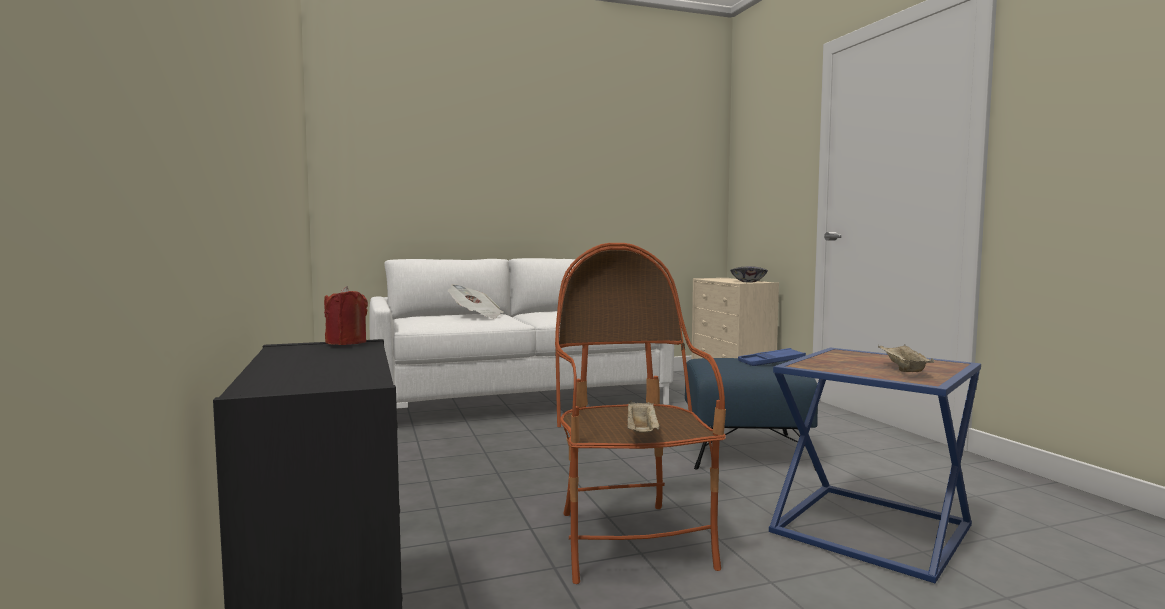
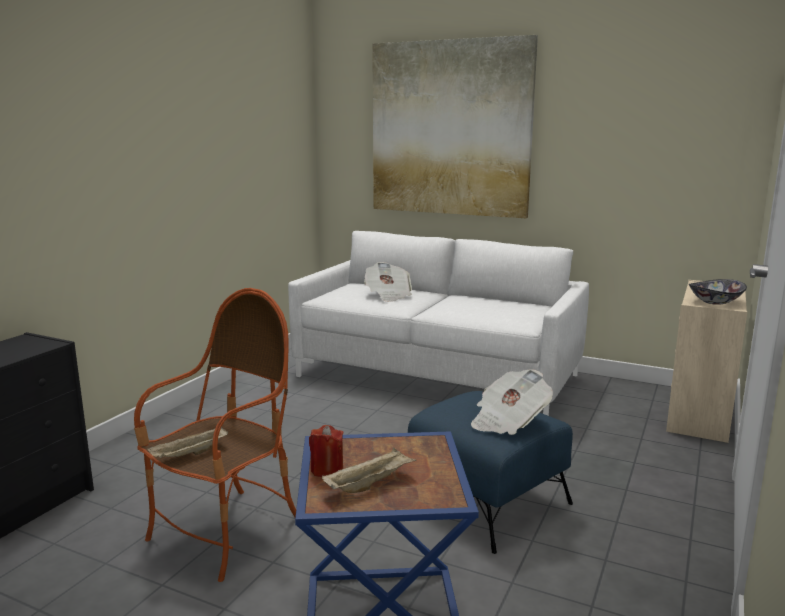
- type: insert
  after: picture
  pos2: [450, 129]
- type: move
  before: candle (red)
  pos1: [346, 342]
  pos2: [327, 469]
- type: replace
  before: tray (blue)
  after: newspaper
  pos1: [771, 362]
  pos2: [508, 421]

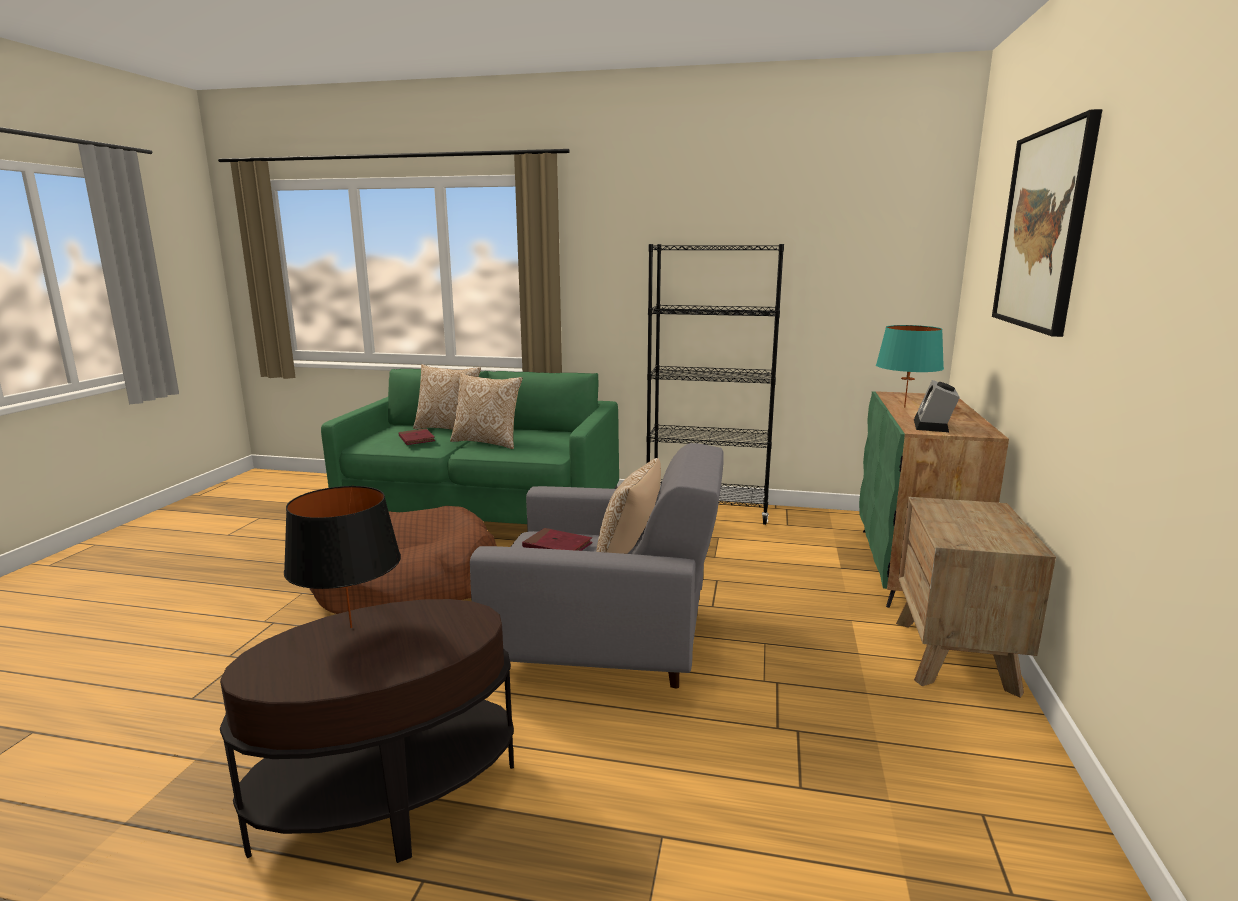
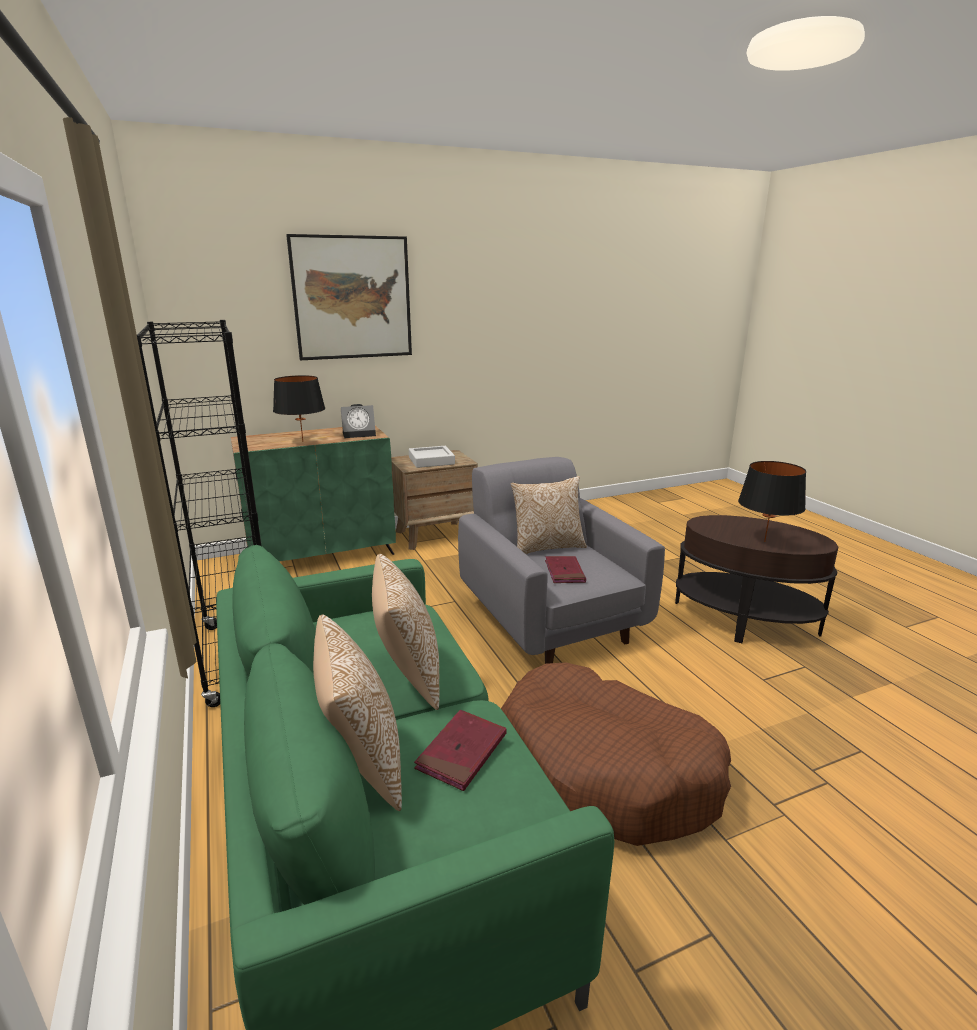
- type: insert
  after: tray (grey)
  pos2: [431, 461]
- type: recolor
  before: table lamp (turquoise)
  after: table lamp (black)
  pos1: [904, 407]
  pos2: [302, 442]

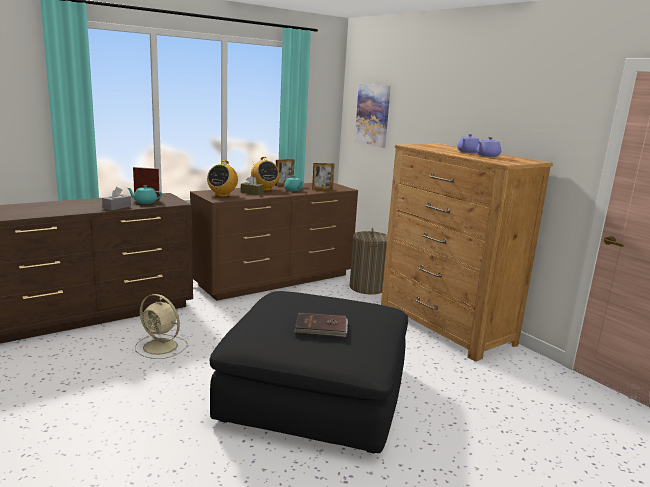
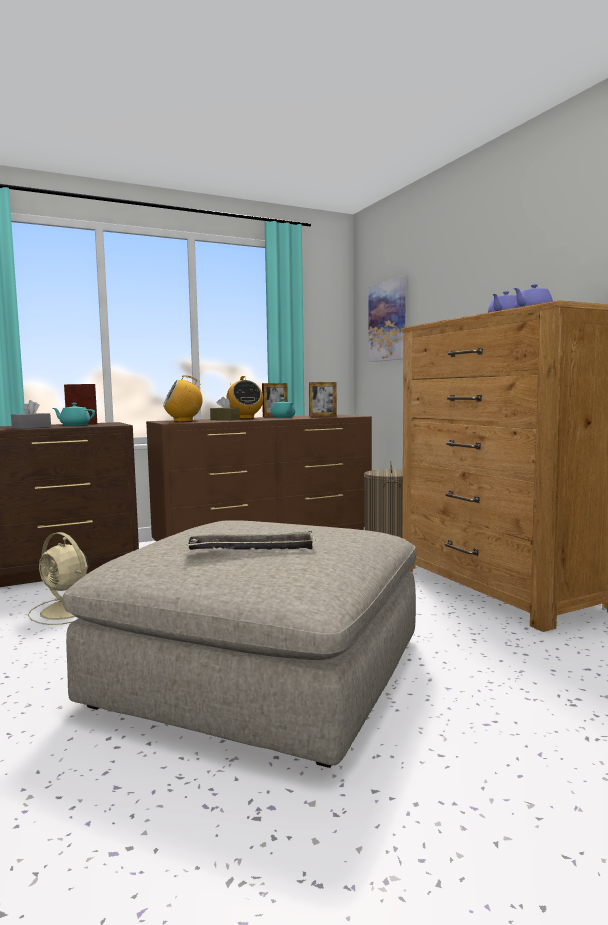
- type: replace
  before: book (brown)
  after: tray
  pos1: [321, 328]
  pos2: [252, 548]
- type: recolor
  before: ottoman (black)
  after: ottoman (beige)
  pos1: [315, 393]
  pos2: [262, 671]
- type: rotate
  before: radio
  pos1: [222, 195]
  pos2: [183, 421]
  turn: 45

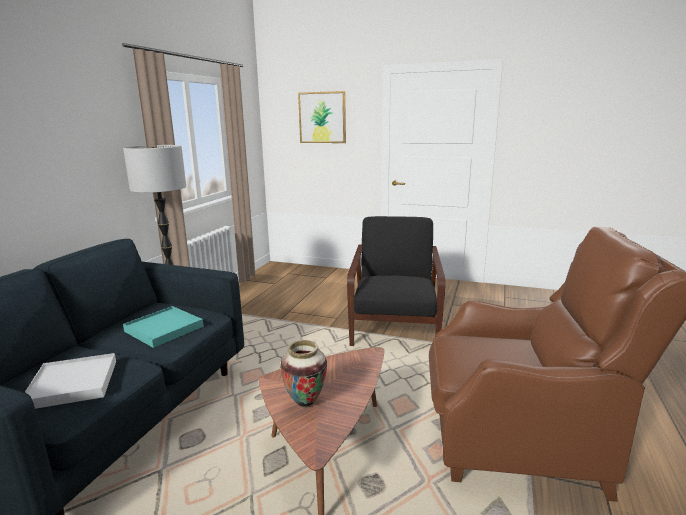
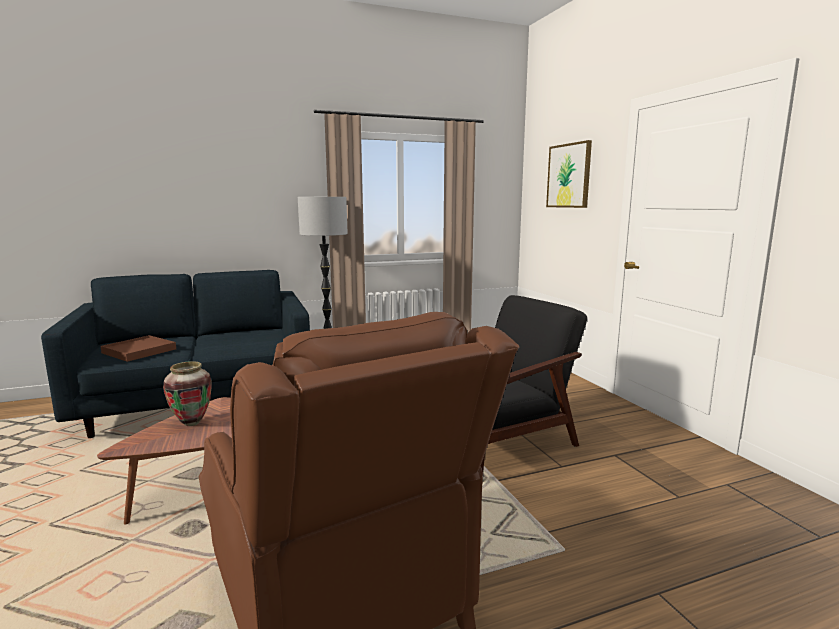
- type: delete
  before: tray (turquoise)
  pos1: [164, 329]
- type: recolor
  before: tray (white)
  after: tray (brown)
  pos1: [73, 384]
  pos2: [139, 351]

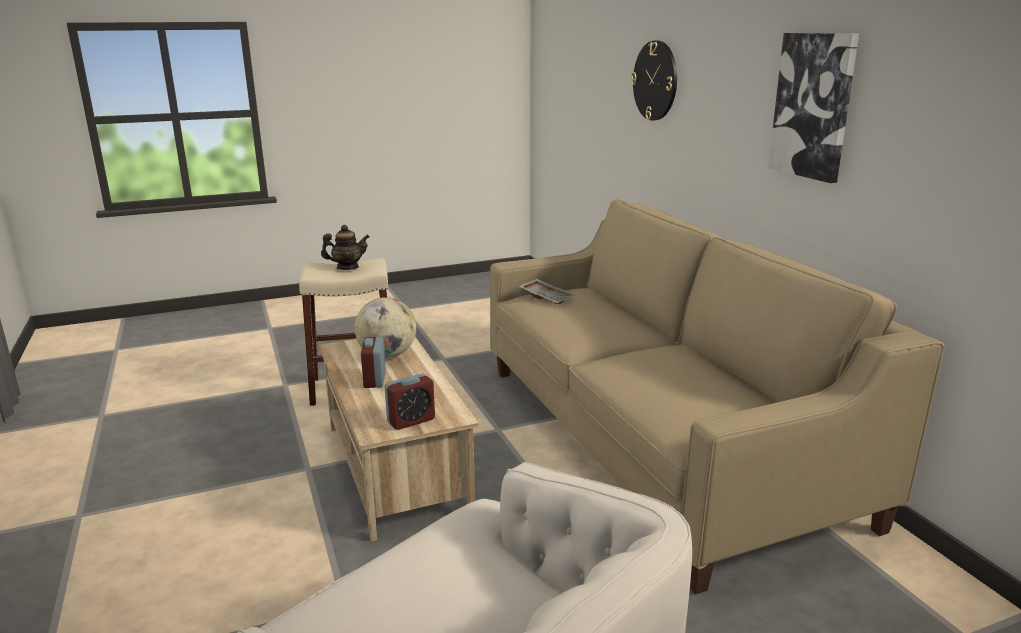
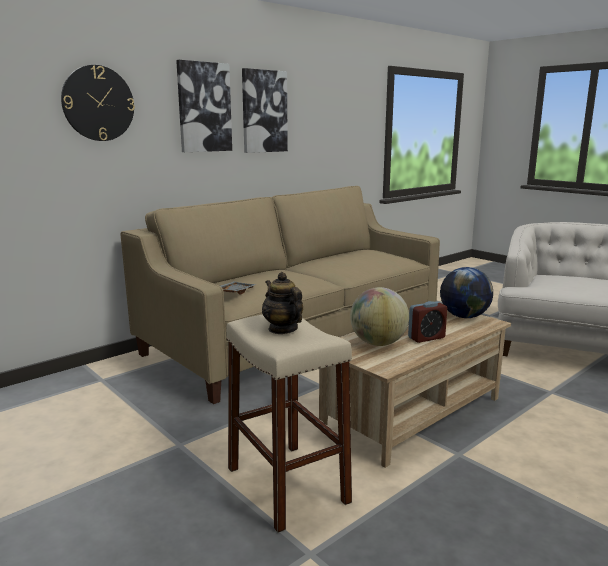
- type: insert
  after: picture
  pos2: [204, 107]
- type: replace
  before: alarm clock
  after: globe
  pos1: [411, 421]
  pos2: [464, 316]

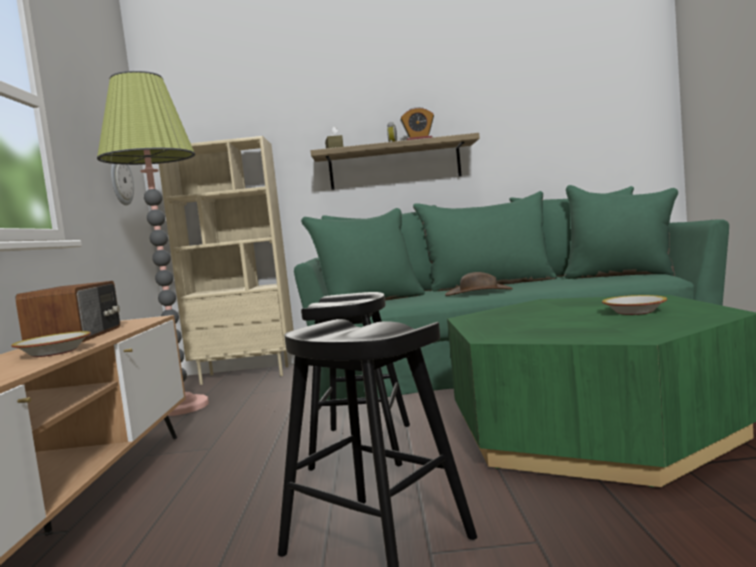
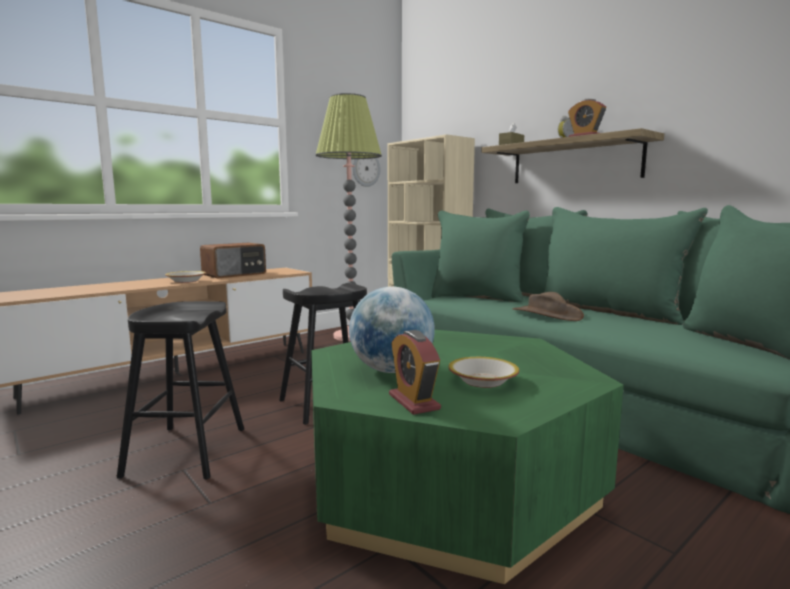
- type: insert
  after: globe
  pos2: [391, 370]
- type: insert
  after: alarm clock
  pos2: [414, 402]

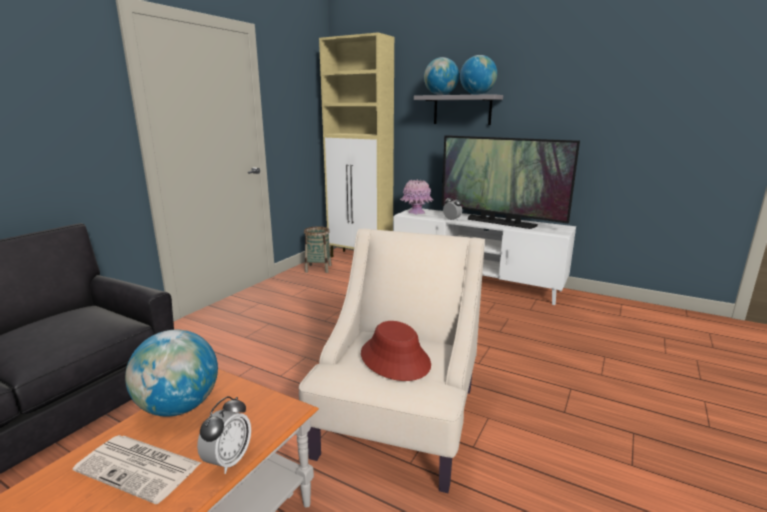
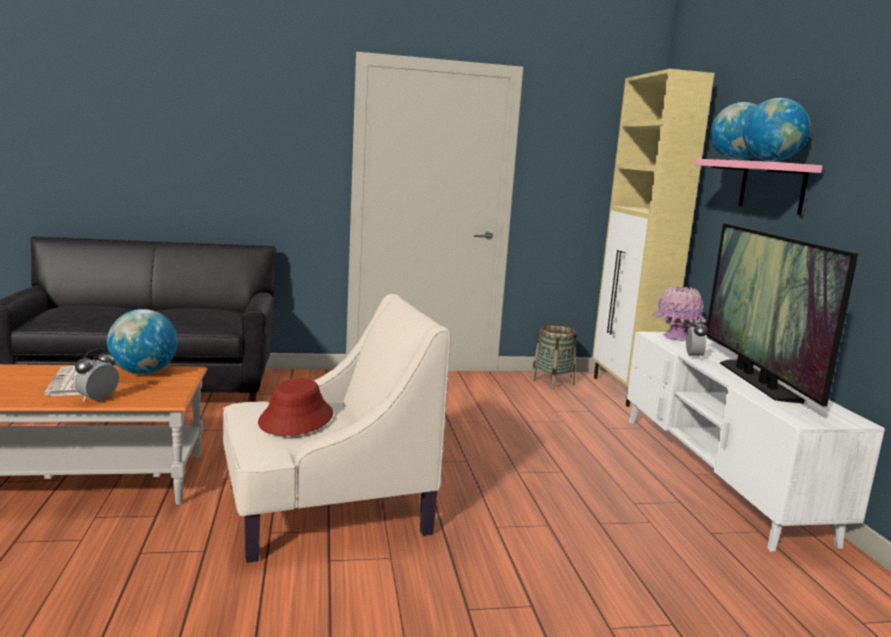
- type: recolor
  before: shelf (grey)
  after: shelf (pink)
  pos1: [462, 110]
  pos2: [772, 186]
- type: rotate
  before: alarm clock
  pos1: [228, 460]
  pos2: [97, 400]
  turn: 135

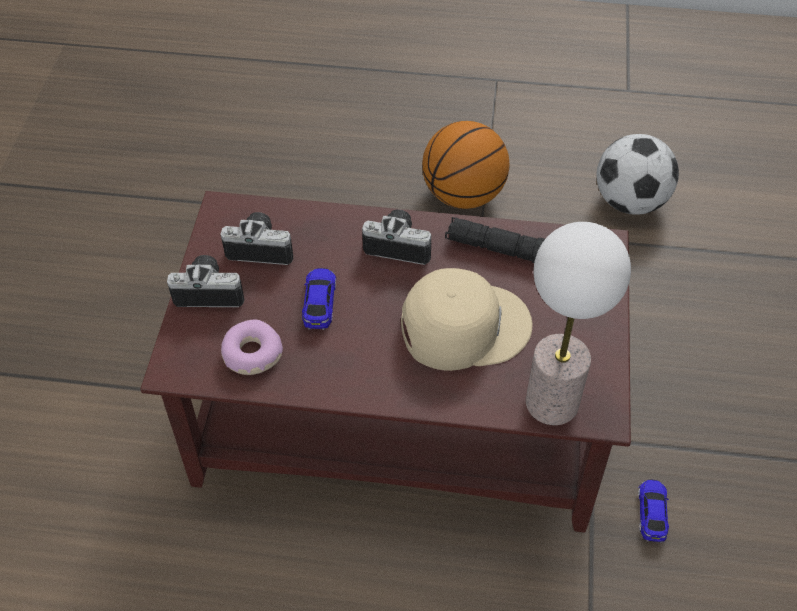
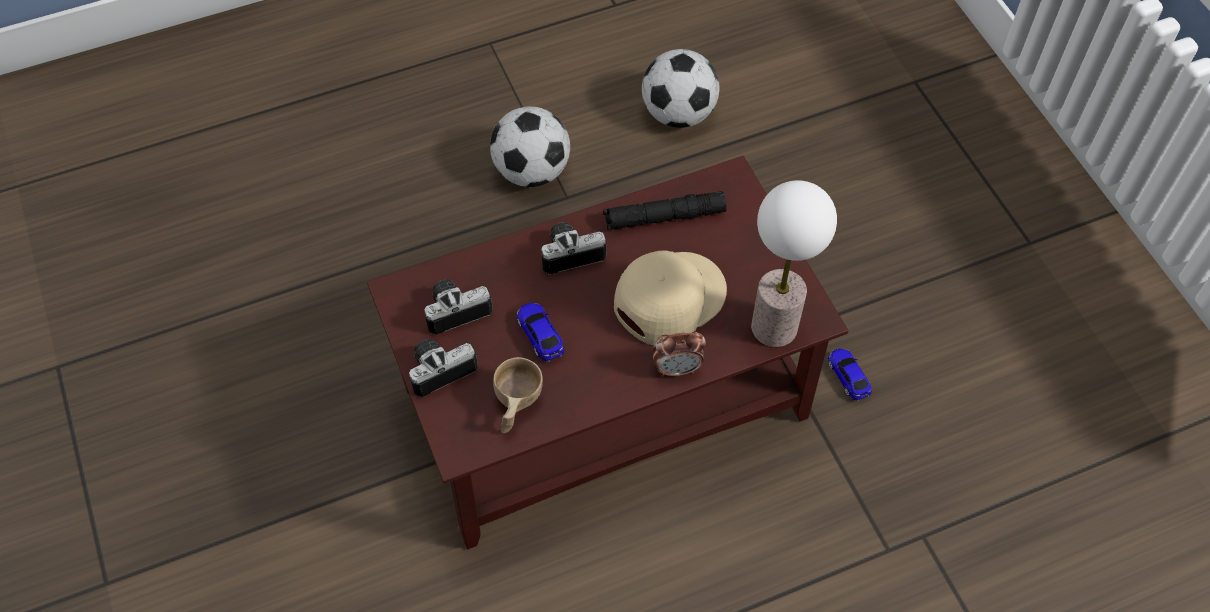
- type: insert
  after: alarm clock
  pos2: [677, 369]
- type: replace
  before: donut
  after: cup (beige)
  pos1: [251, 354]
  pos2: [515, 405]
- type: replace
  before: basketball
  after: football
  pos1: [464, 195]
  pos2: [532, 171]

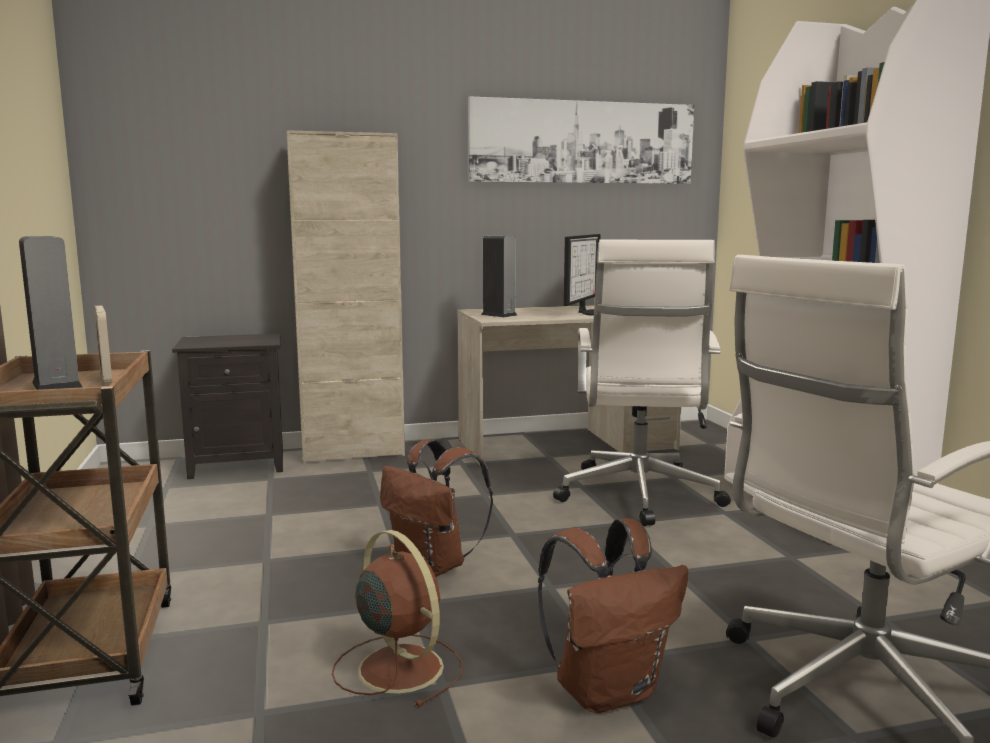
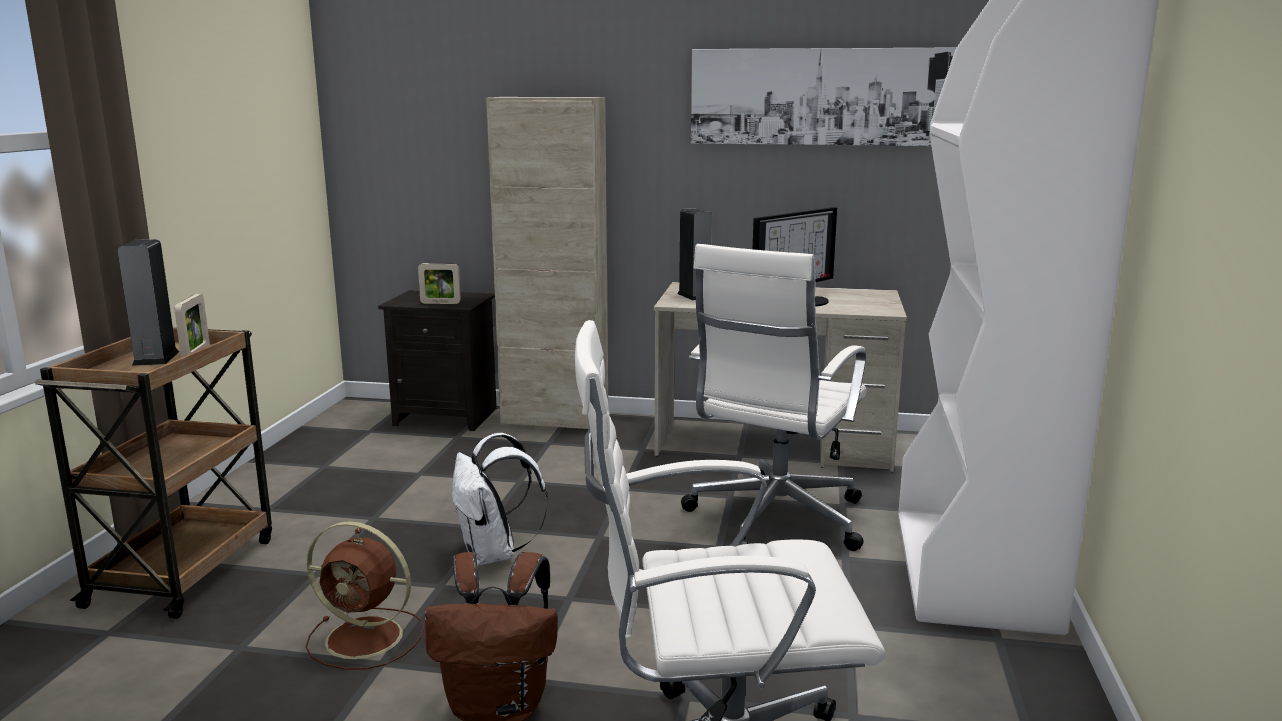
- type: insert
  after: picture frame
  pos2: [440, 303]
- type: recolor
  before: backpack (brown)
  after: backpack (white)
  pos1: [434, 567]
  pos2: [494, 555]
- type: rotate
  before: fan (brown)
  pos1: [398, 667]
  pos2: [367, 638]
  turn: 120

